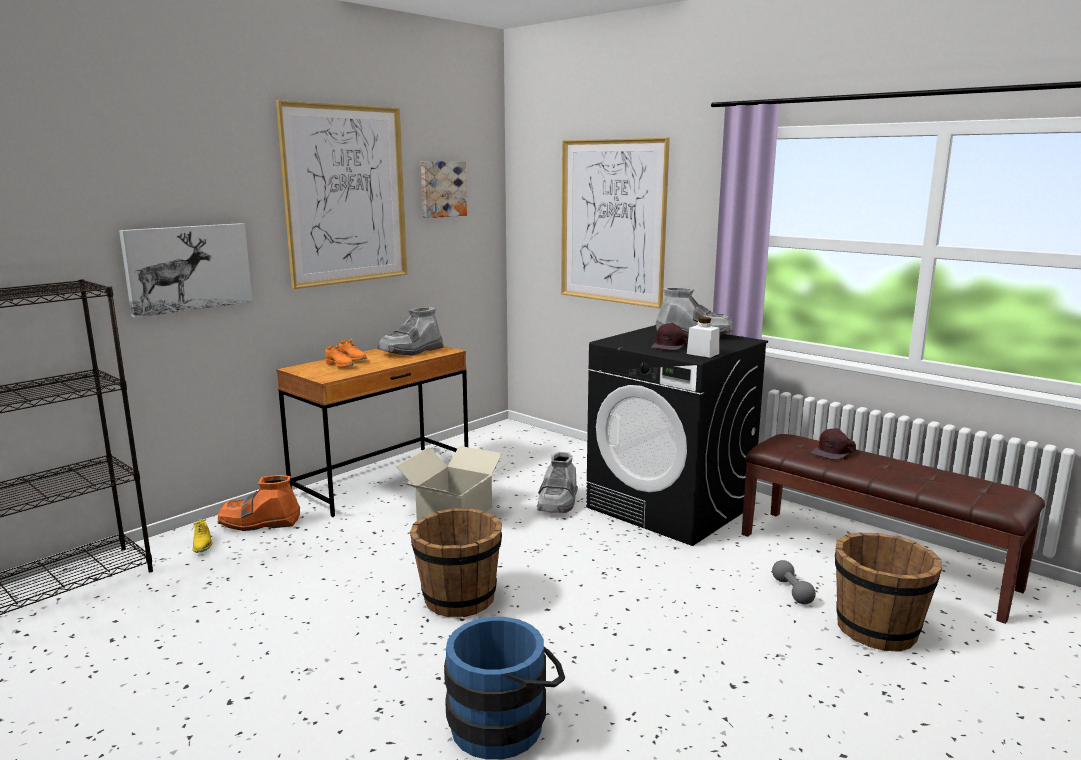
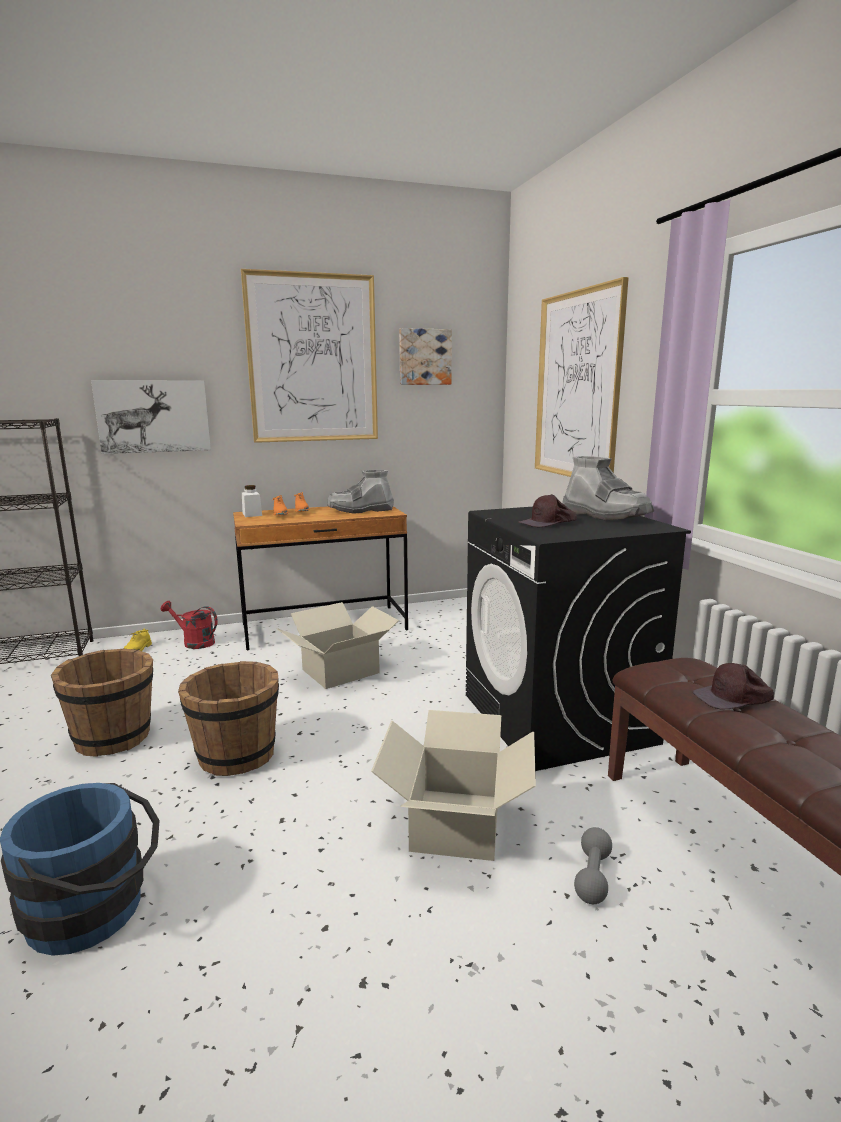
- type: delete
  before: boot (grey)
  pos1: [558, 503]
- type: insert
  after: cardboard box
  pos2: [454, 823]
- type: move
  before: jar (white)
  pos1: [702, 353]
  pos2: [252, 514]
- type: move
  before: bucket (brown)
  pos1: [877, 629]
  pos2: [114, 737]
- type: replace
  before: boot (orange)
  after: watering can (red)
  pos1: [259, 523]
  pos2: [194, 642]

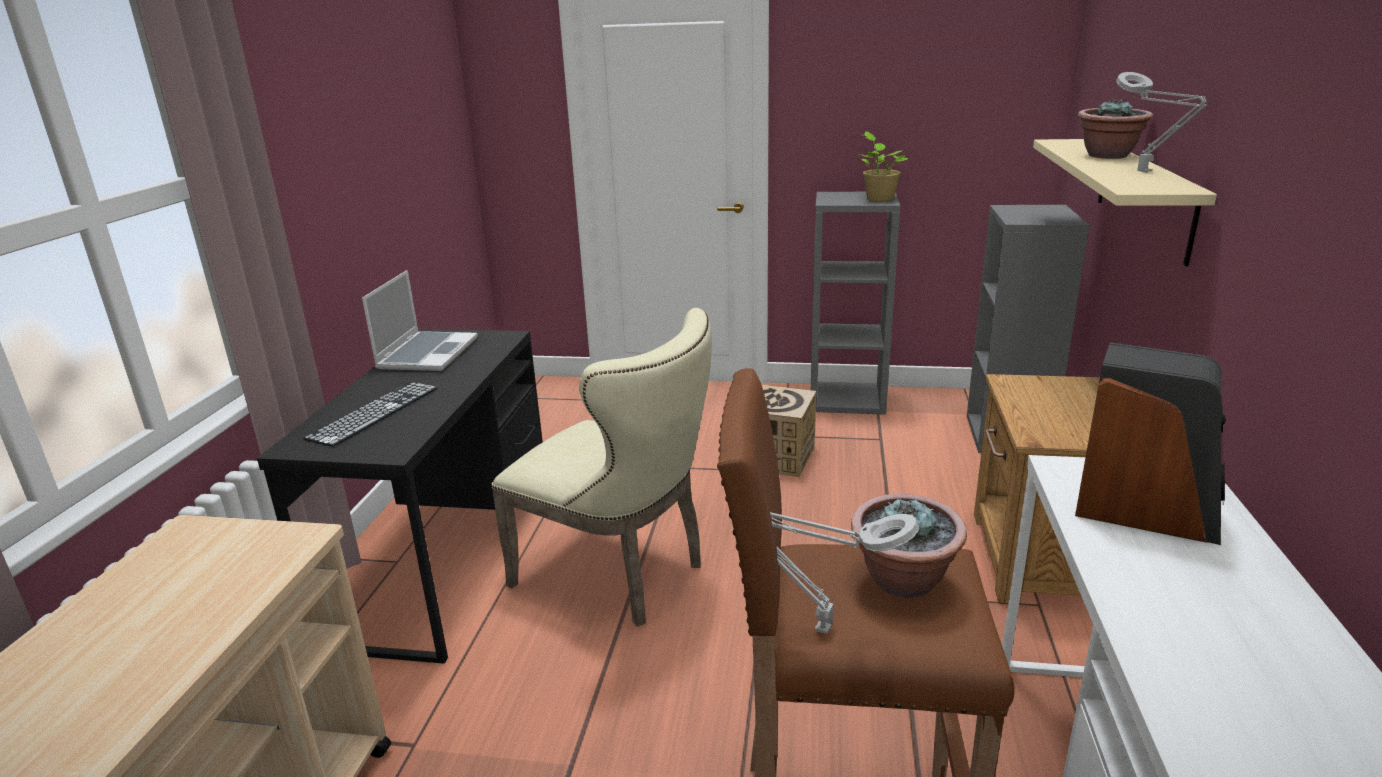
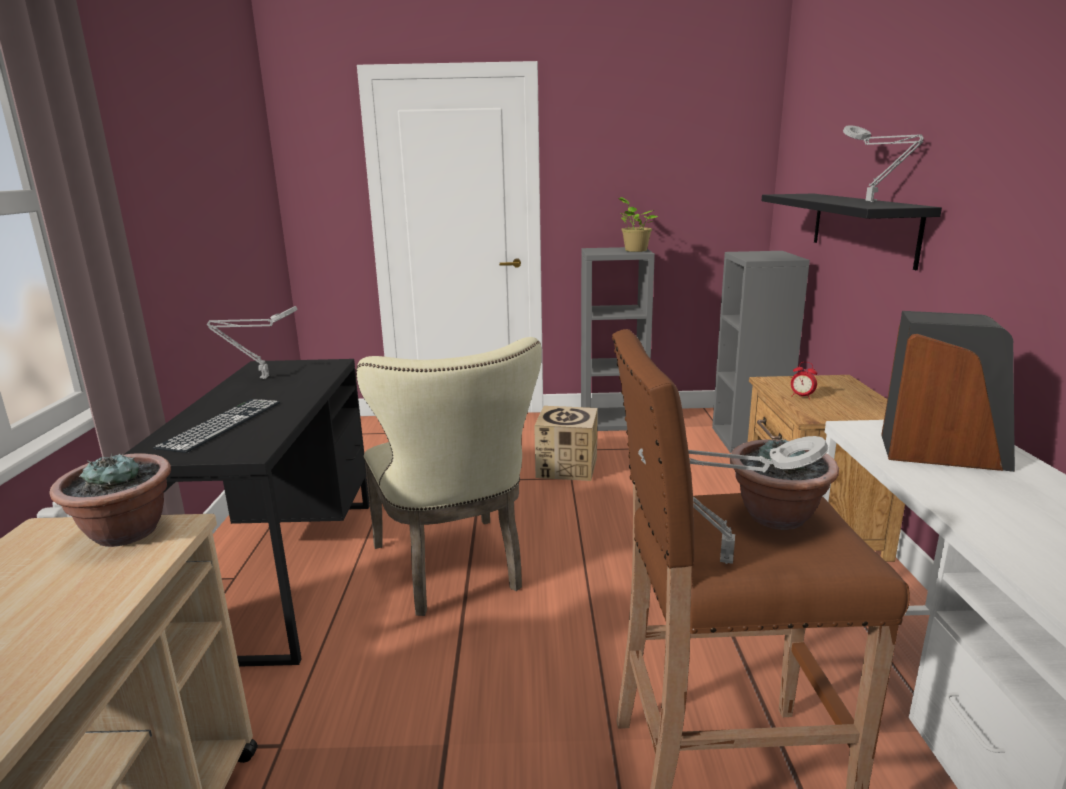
- type: insert
  after: alarm clock
  pos2: [801, 396]
- type: move
  before: potted plant
  pos1: [1108, 156]
  pos2: [126, 533]
- type: replace
  before: laptop
  after: table lamp (grey)
  pos1: [427, 353]
  pos2: [261, 378]
- type: recolor
  before: shelf (beige)
  after: shelf (black)
  pos1: [1144, 196]
  pos2: [862, 227]
- type: rotate
  before: chair (beige)
  pos1: [620, 574]
  pos2: [454, 570]
  turn: 45

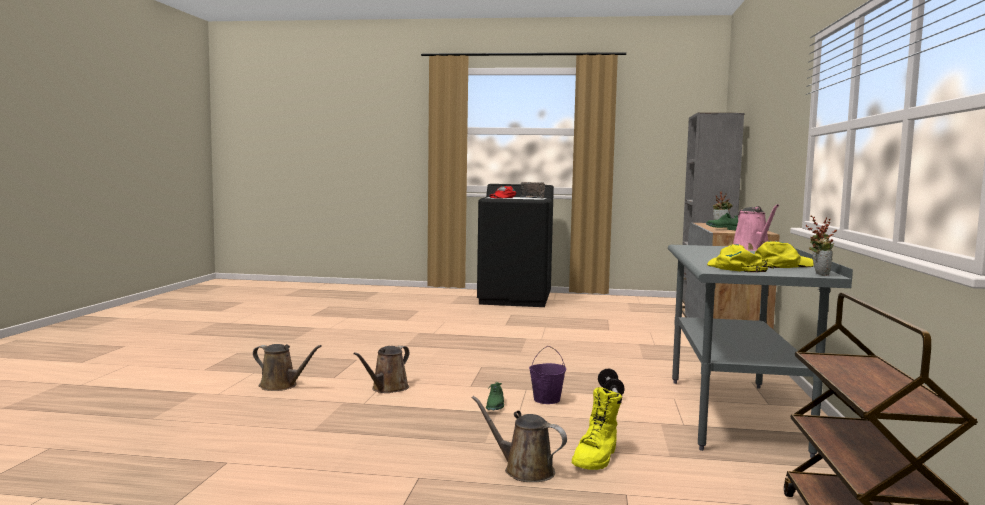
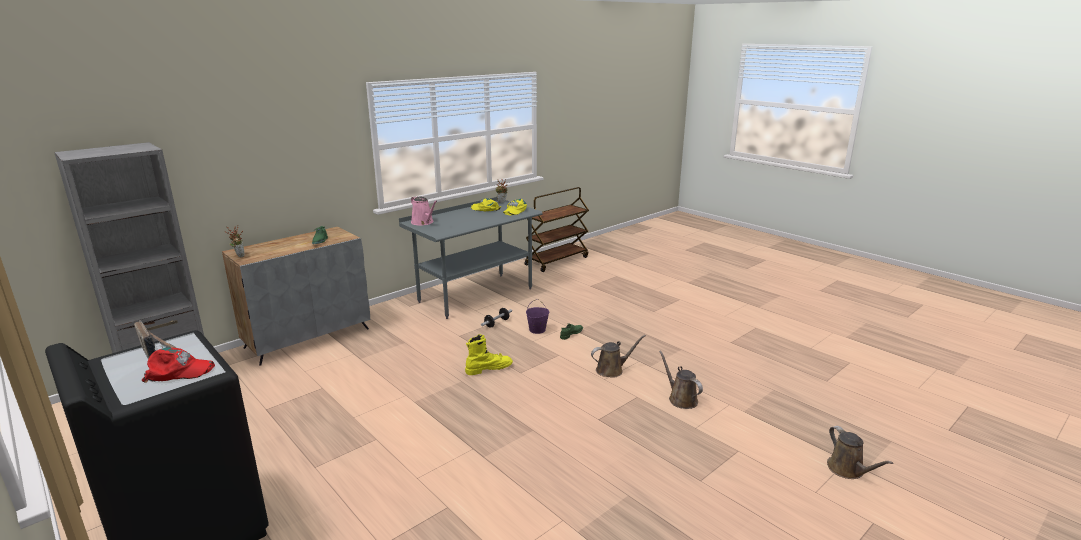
- type: move
  before: watering can (brown)
  pos1: [524, 470]
  pos2: [848, 470]
- type: move
  before: boot (yellow)
  pos1: [596, 458]
  pos2: [488, 368]
- type: rotate
  before: watering can (pink)
  pos1: [752, 249]
  pos2: [423, 222]
  turn: 105

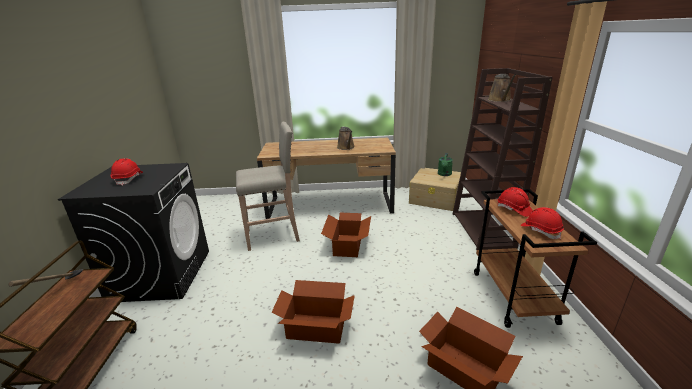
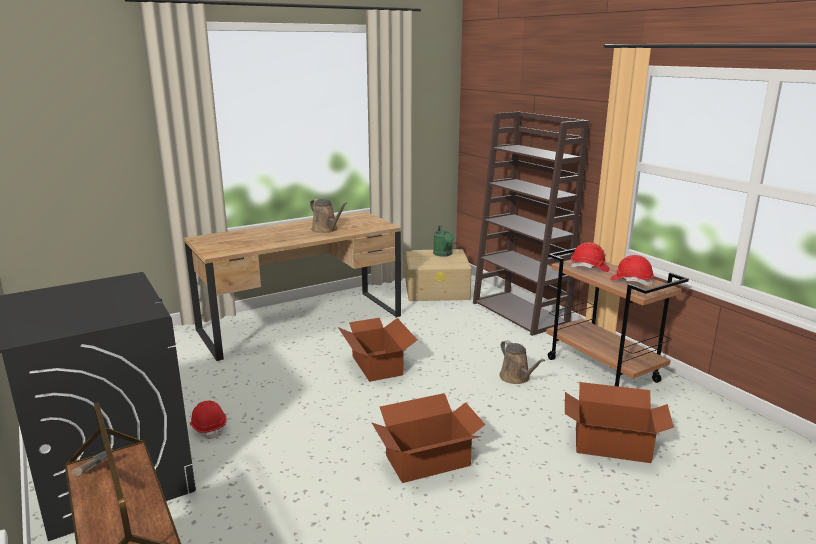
- type: delete
  before: stool (beige)
  pos1: [274, 235]
- type: move
  before: hard hat (red)
  pos1: [129, 179]
  pos2: [208, 428]
- type: move
  before: watering can (brown)
  pos1: [500, 100]
  pos2: [516, 378]

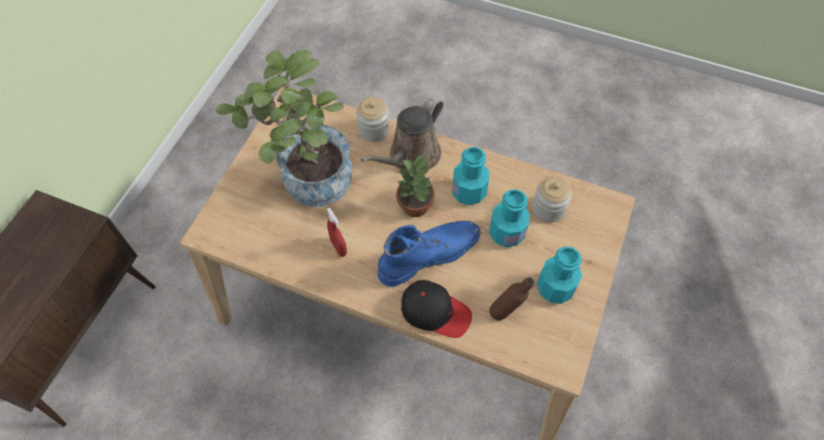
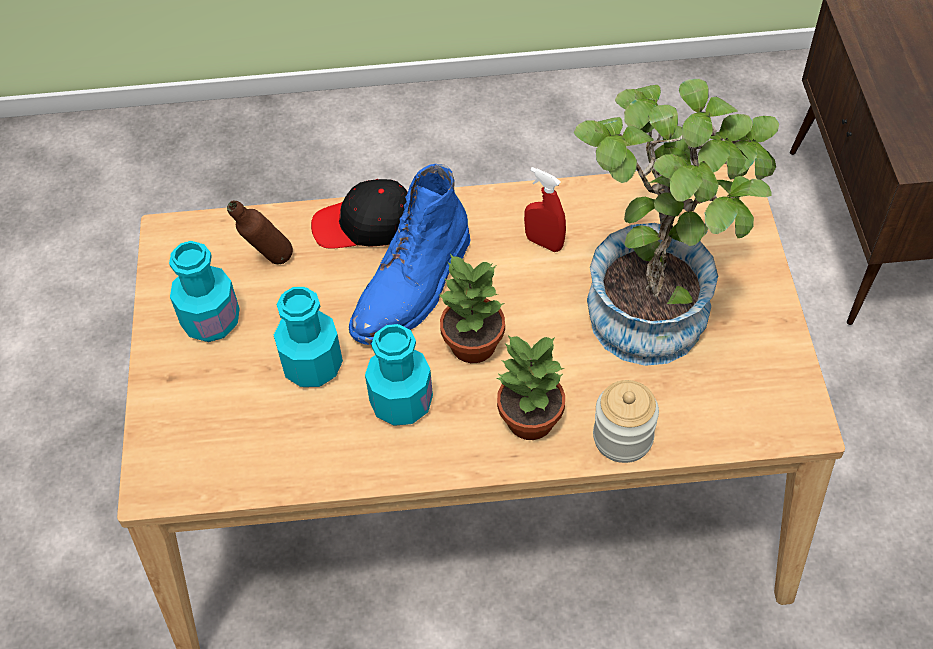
- type: delete
  before: jar
  pos1: [548, 208]
- type: replace
  before: watering can (brown)
  after: potted plant
  pos1: [411, 156]
  pos2: [529, 419]

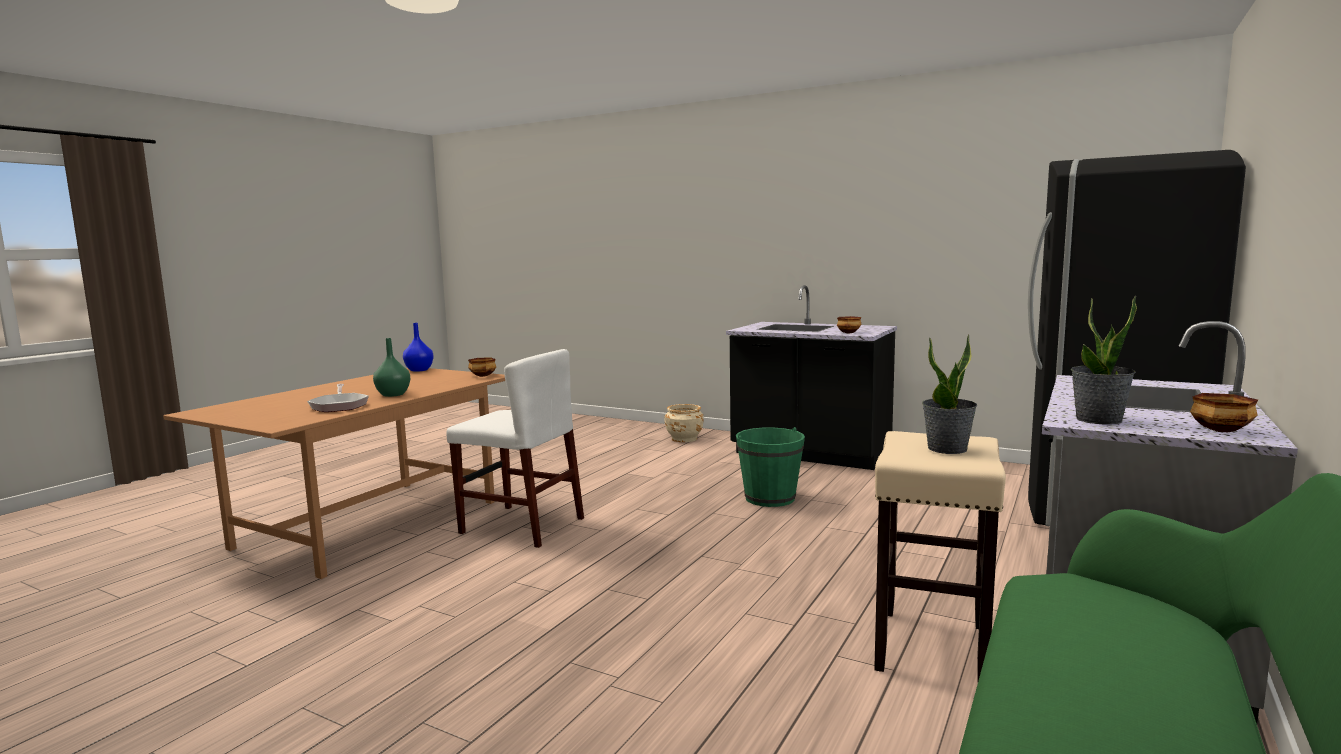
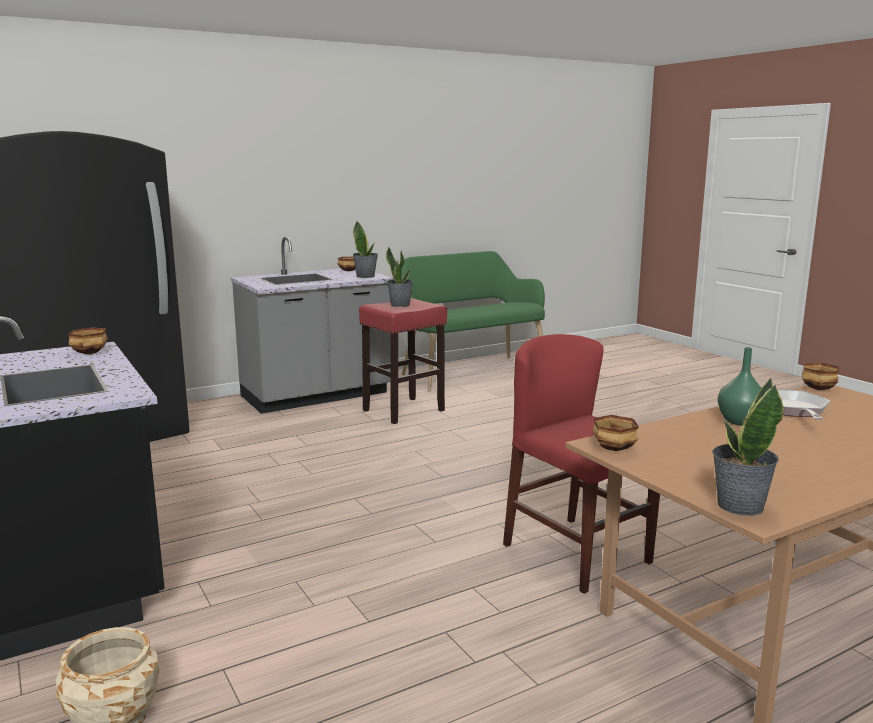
- type: delete
  before: bucket (green)
  pos1: [770, 498]
- type: insert
  after: bowl
  pos2: [819, 388]
- type: replace
  before: vase (blue)
  after: potted plant
  pos1: [419, 370]
  pos2: [739, 506]
- type: recolor
  before: chair (white)
  after: chair (red)
  pos1: [522, 525]
  pos2: [577, 553]
- type: recolor
  before: stool (beige)
  after: stool (red)
  pos1: [932, 648]
  pos2: [404, 410]

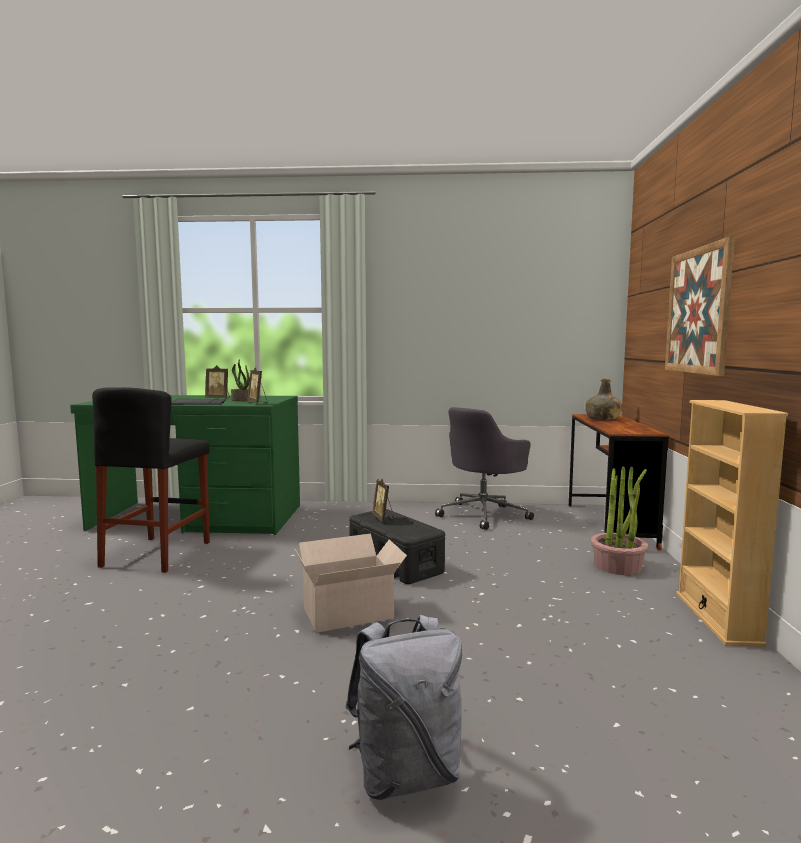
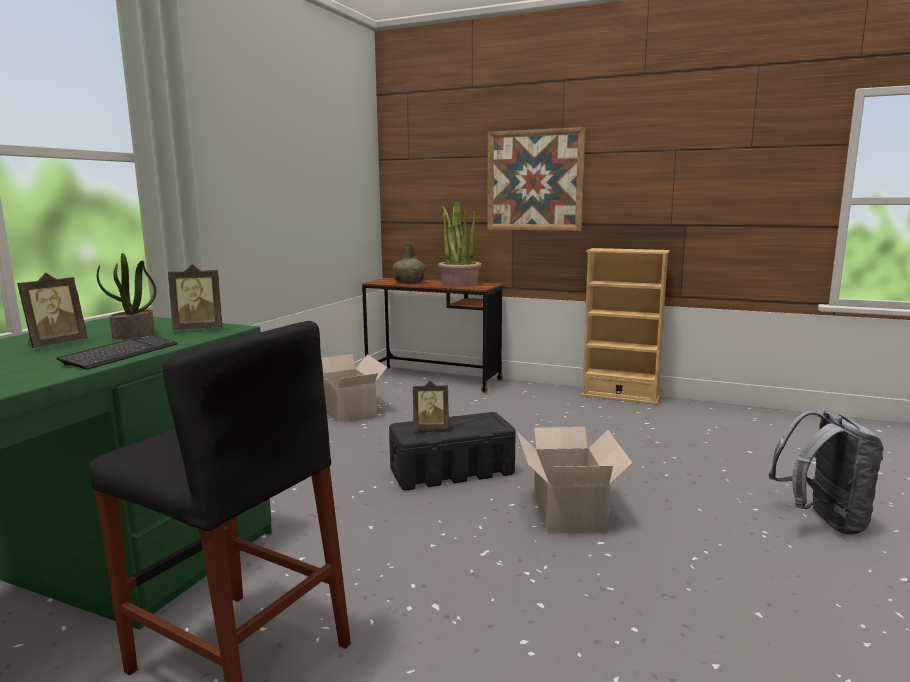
- type: move
  before: potted plant
  pos1: [618, 566]
  pos2: [459, 284]
- type: replace
  before: office chair (grey)
  after: cardboard box
  pos1: [484, 514]
  pos2: [348, 410]

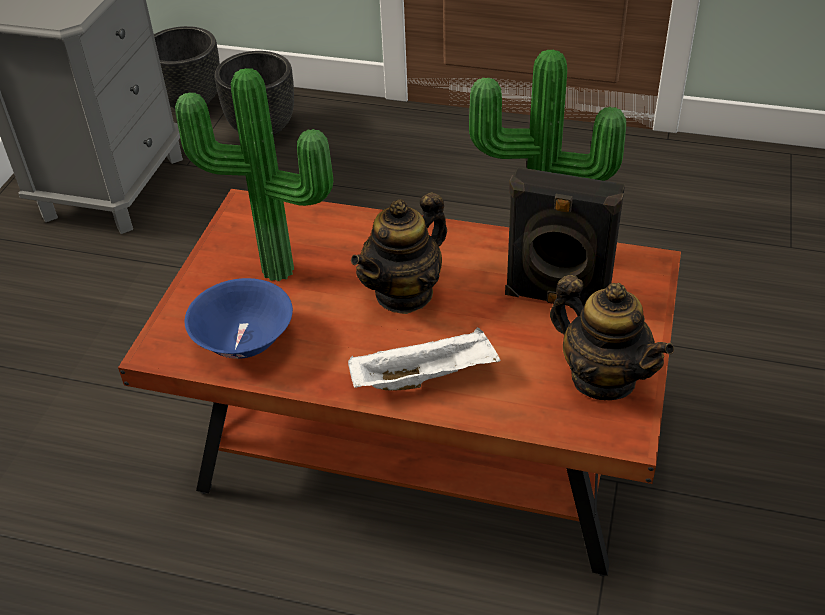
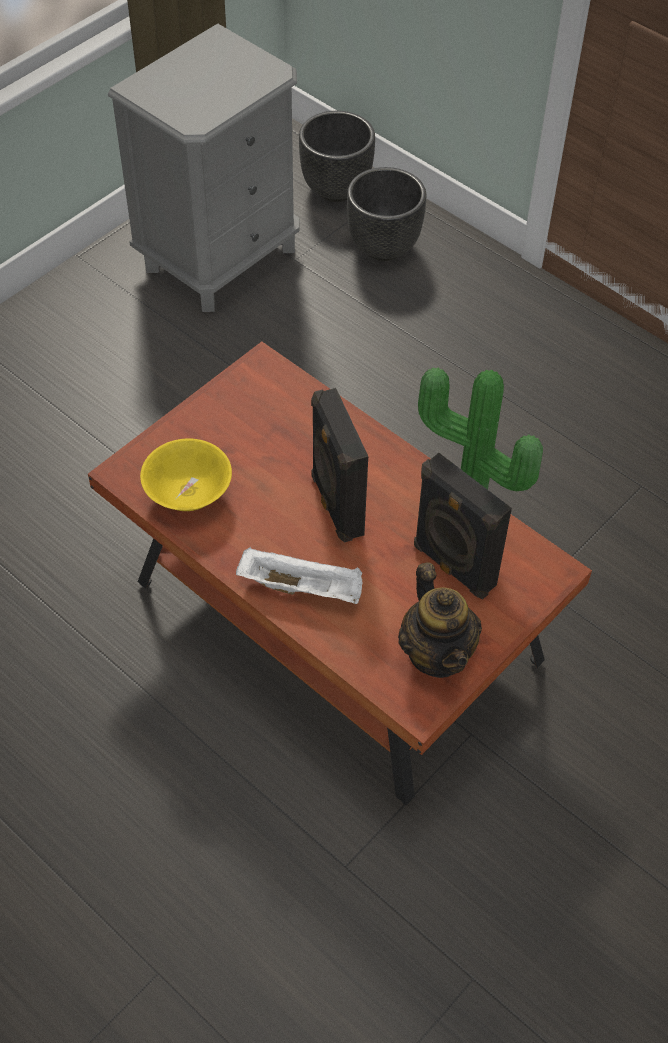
- type: delete
  before: potted plant
  pos1: [276, 275]
- type: replace
  before: teapot
  after: speaker (black)
  pos1: [404, 293]
  pos2: [335, 505]
- type: recolor
  before: bowl (blue)
  after: bowl (yellow)
  pos1: [245, 341]
  pos2: [189, 494]

